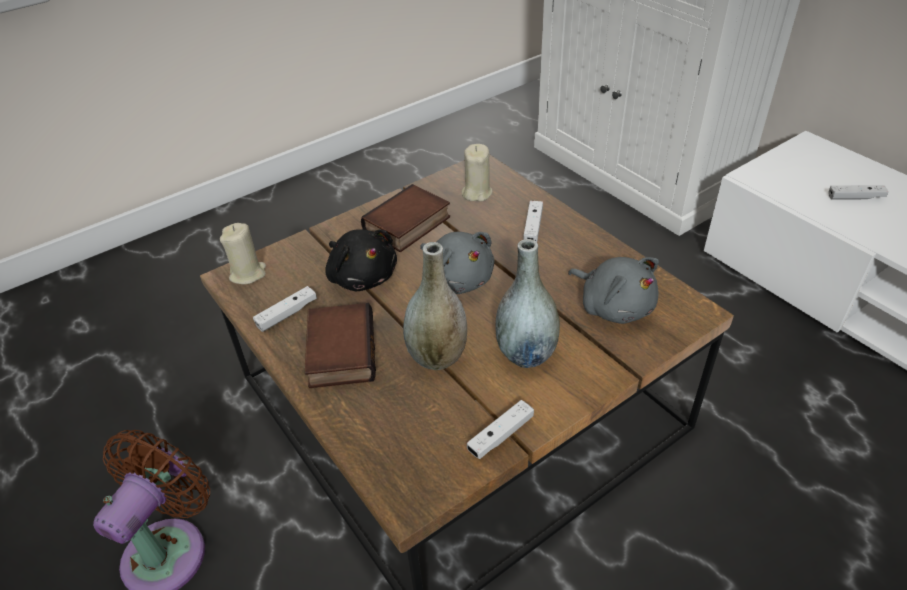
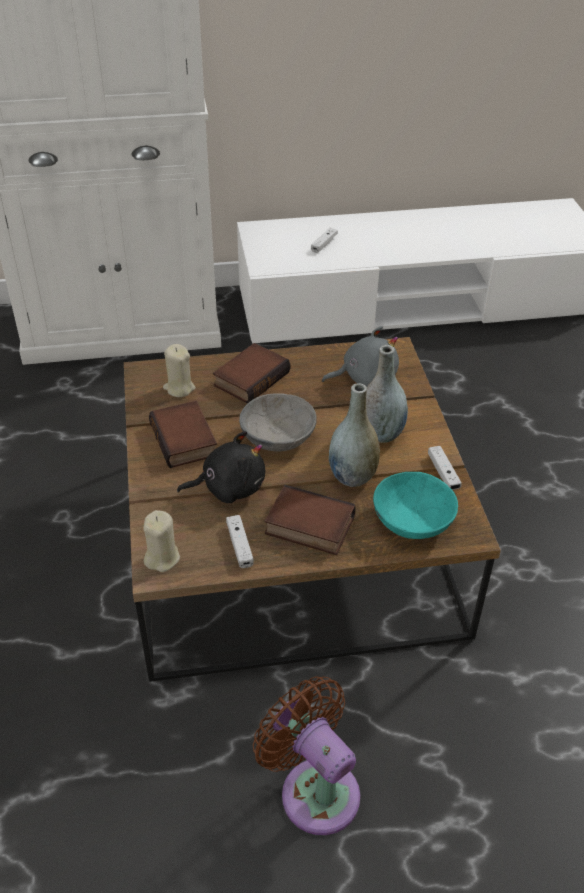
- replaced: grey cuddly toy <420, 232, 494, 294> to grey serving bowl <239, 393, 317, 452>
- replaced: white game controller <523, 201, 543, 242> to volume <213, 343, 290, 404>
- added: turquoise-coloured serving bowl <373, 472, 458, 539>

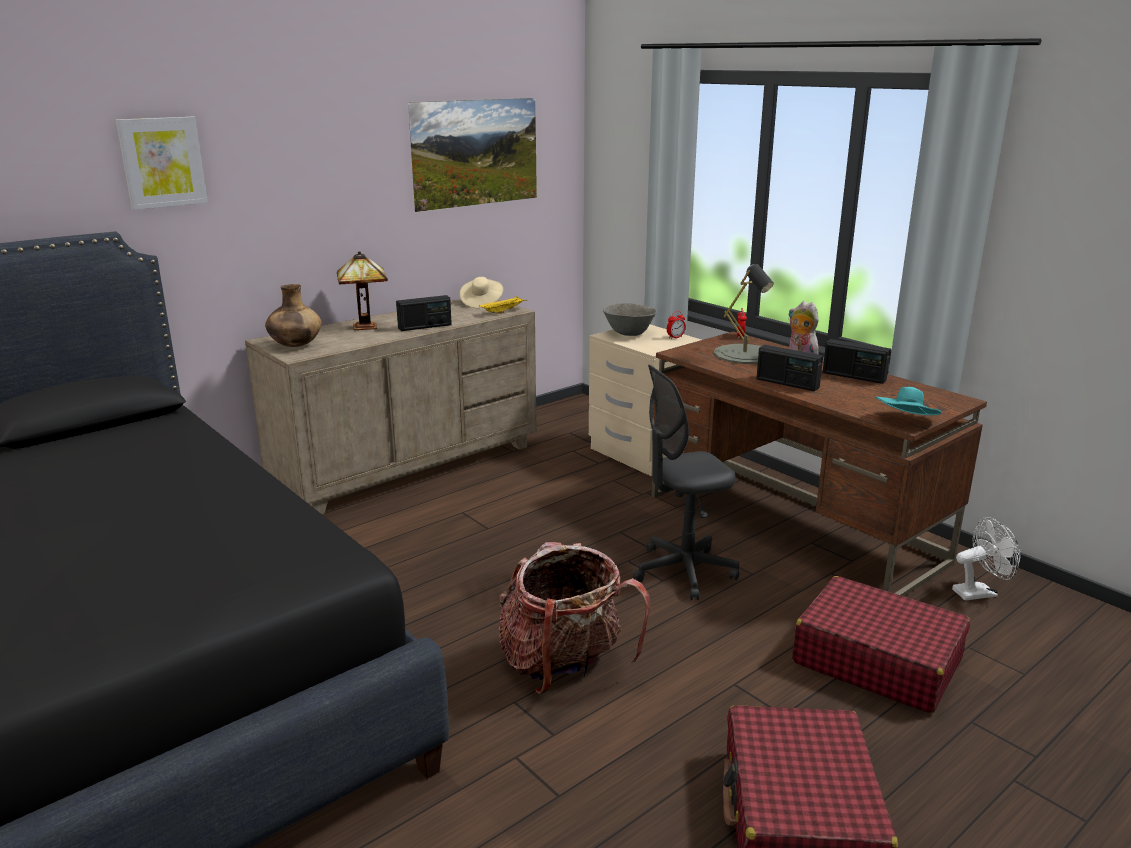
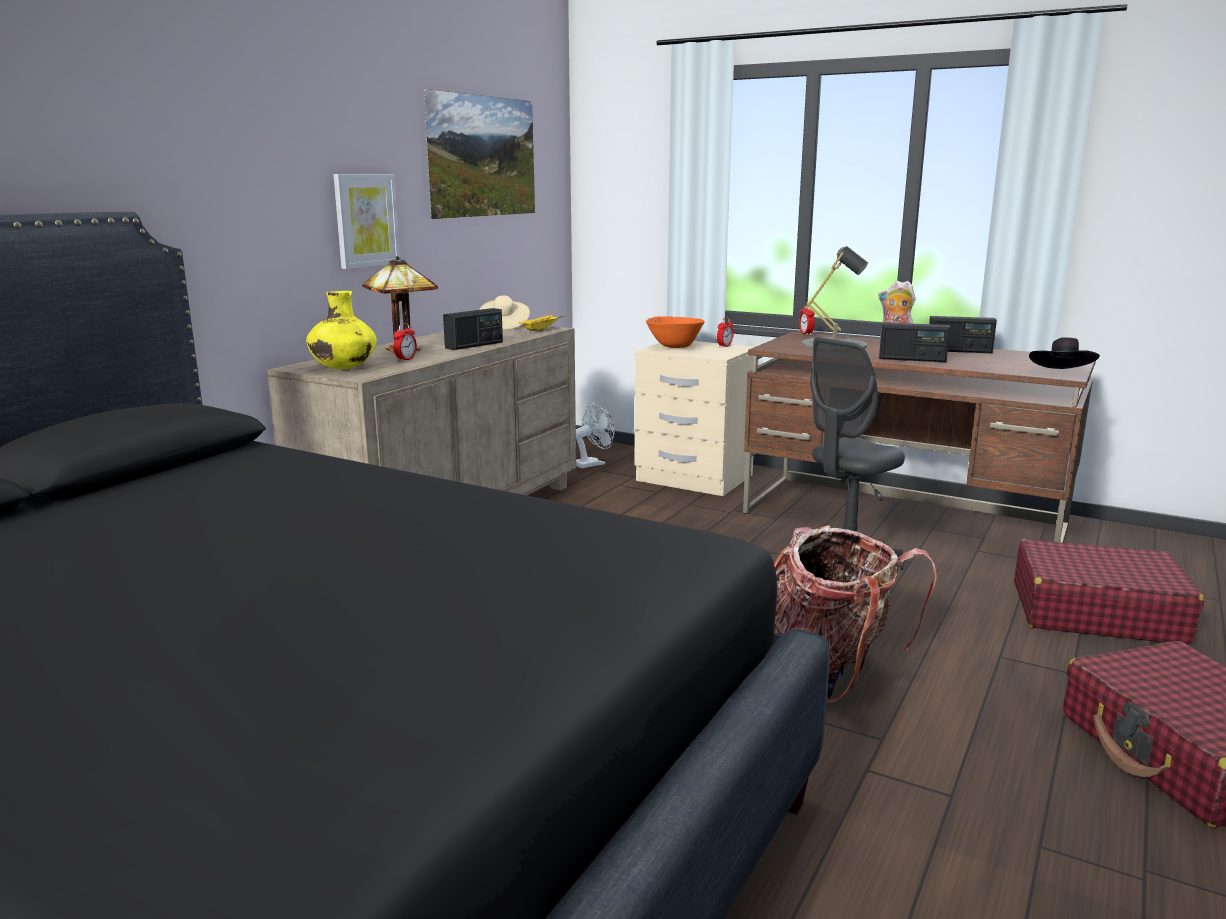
- moved: wall art <116, 117, 208, 210> to <333, 174, 400, 269>
- recoloured: brown flower vase <265, 284, 322, 347> to yellowish flower vase <306, 291, 377, 370>
- recoloured: grey serving bowl <603, 303, 657, 336> to orange-coloured serving bowl <646, 316, 705, 348>
- recoloured: turquoise-coloured wearable hat <876, 387, 941, 415> to black wearable hat <1029, 337, 1100, 369>
- moved: white fan <952, 517, 1020, 601> to <576, 403, 615, 468>
- added: bedside clock <394, 323, 417, 362>

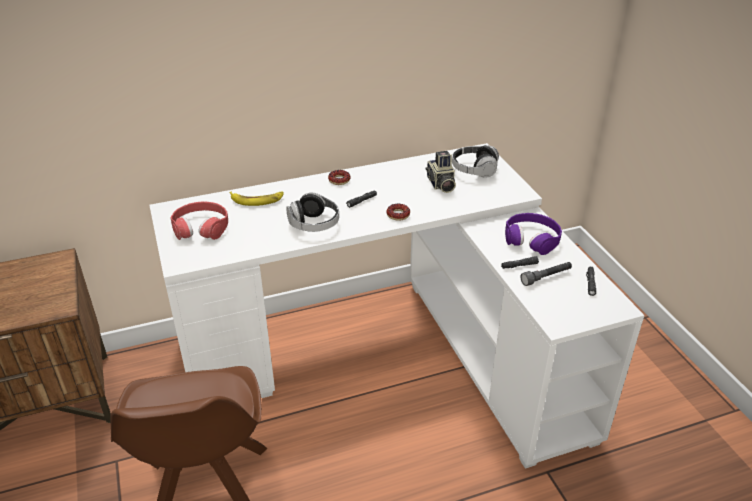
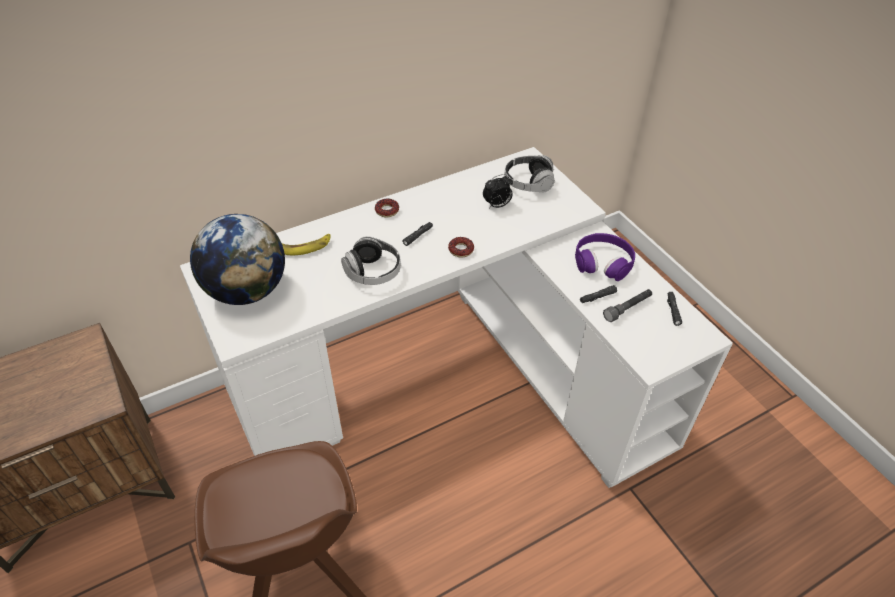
- replaced: red headphones <170, 201, 228, 240> to world globe <190, 214, 285, 305>
- replaced: still camera <426, 151, 456, 193> to bedside clock <483, 174, 513, 209>

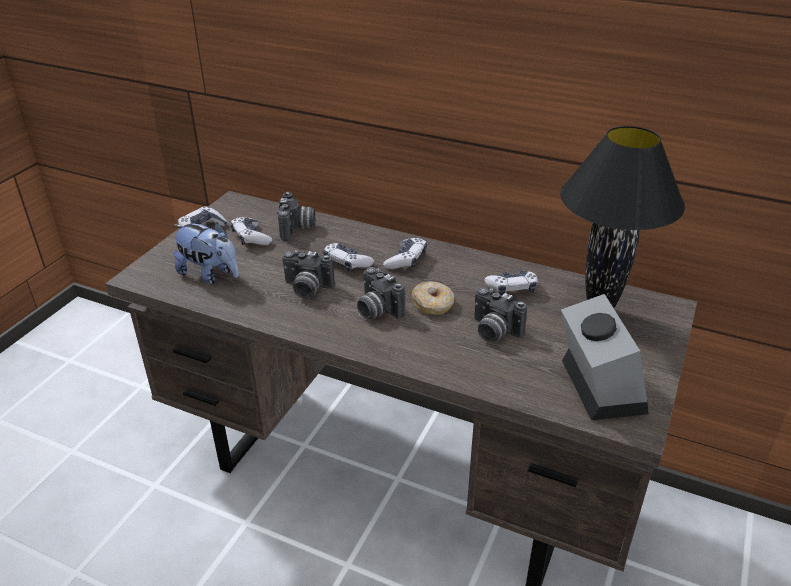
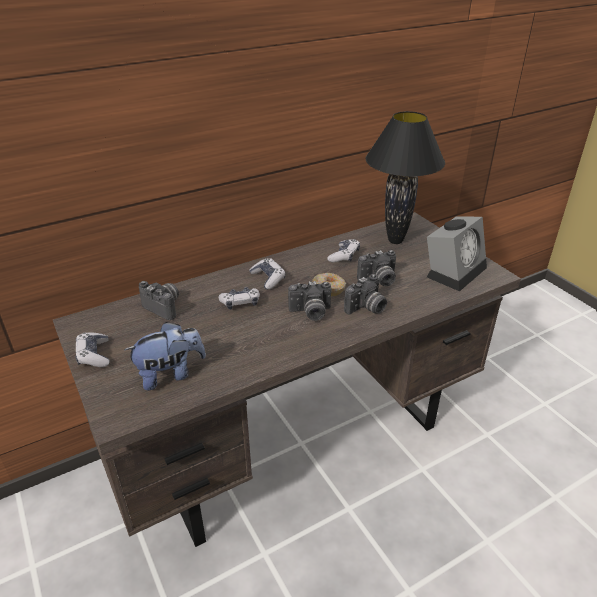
- removed: game controller <231, 217, 272, 245>
- moved: still camera <282, 250, 335, 298> to <344, 274, 387, 315>
- turned: bedside clock <561, 294, 649, 421> = <427, 216, 487, 292> 105 degrees clockwise

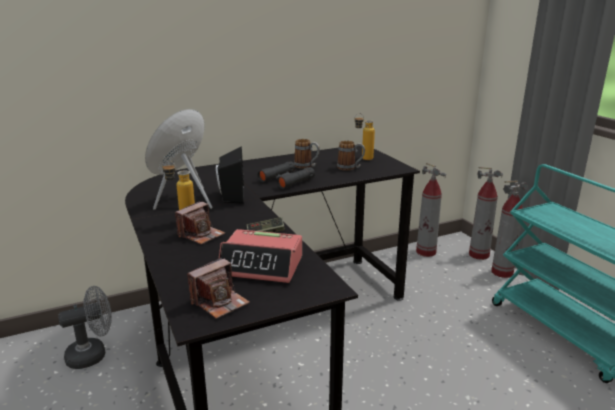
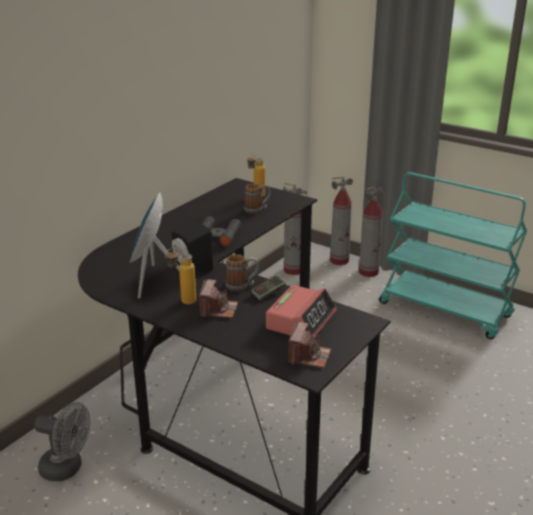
- turned: grey fan <58, 286, 112, 369> = <35, 402, 90, 481> 75 degrees clockwise
- turned: bedside clock <219, 229, 302, 283> = <266, 285, 337, 339> 45 degrees counterclockwise
- moved: coffee mug <294, 139, 320, 169> to <225, 254, 259, 292>

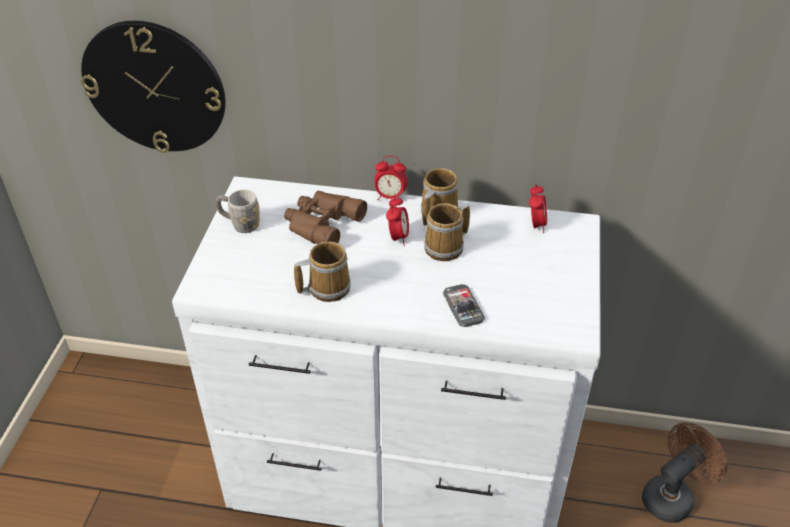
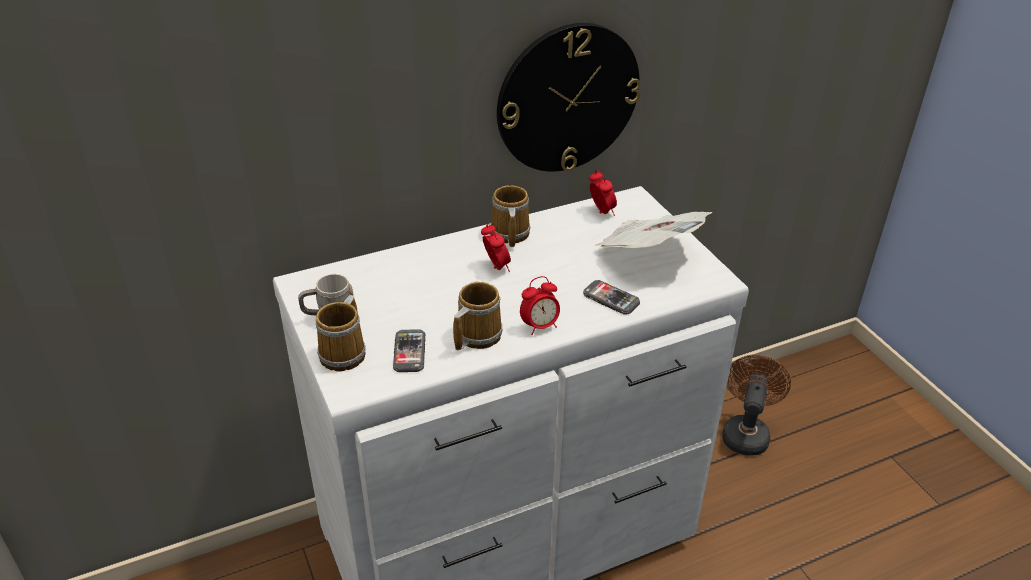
- moved: clock on the wall <81, 21, 226, 153> to <497, 23, 641, 172>
- removed: brown binoculars <284, 191, 367, 244>
- moved: bedside clock <374, 156, 407, 201> to <520, 276, 560, 335>
- moved: coffee mug <424, 203, 470, 261> to <315, 295, 365, 371>
- added: handset <393, 329, 425, 372>
- added: printed paper <595, 212, 712, 248>

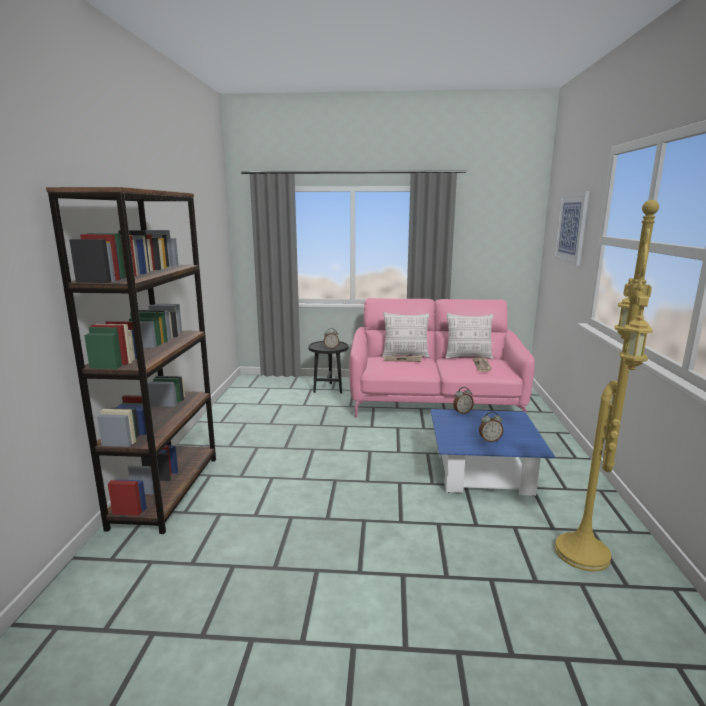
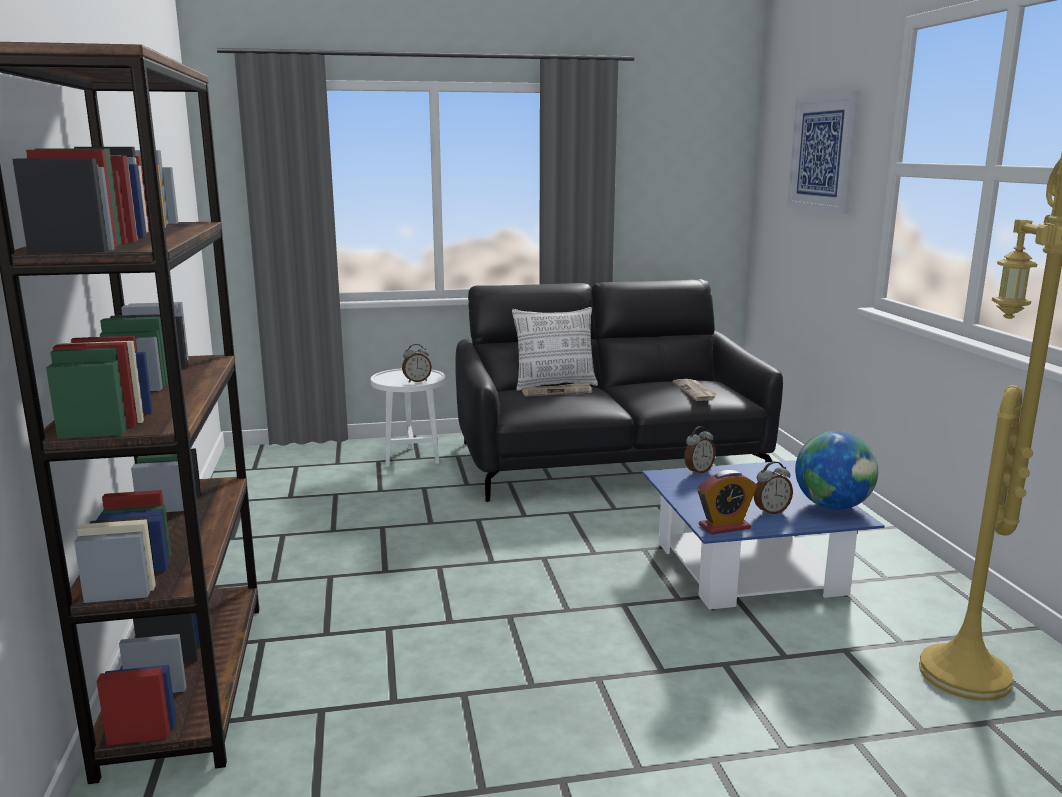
- recoloured: black end table <309, 341, 348, 393> to white end table <371, 368, 445, 467>
- recoloured: pink-coloured settee <349, 298, 535, 417> to black settee <455, 279, 783, 502>
- removed: throw pillow <445, 313, 493, 359>
- added: bedside clock <698, 470, 757, 535>
- added: world globe <795, 431, 878, 510>

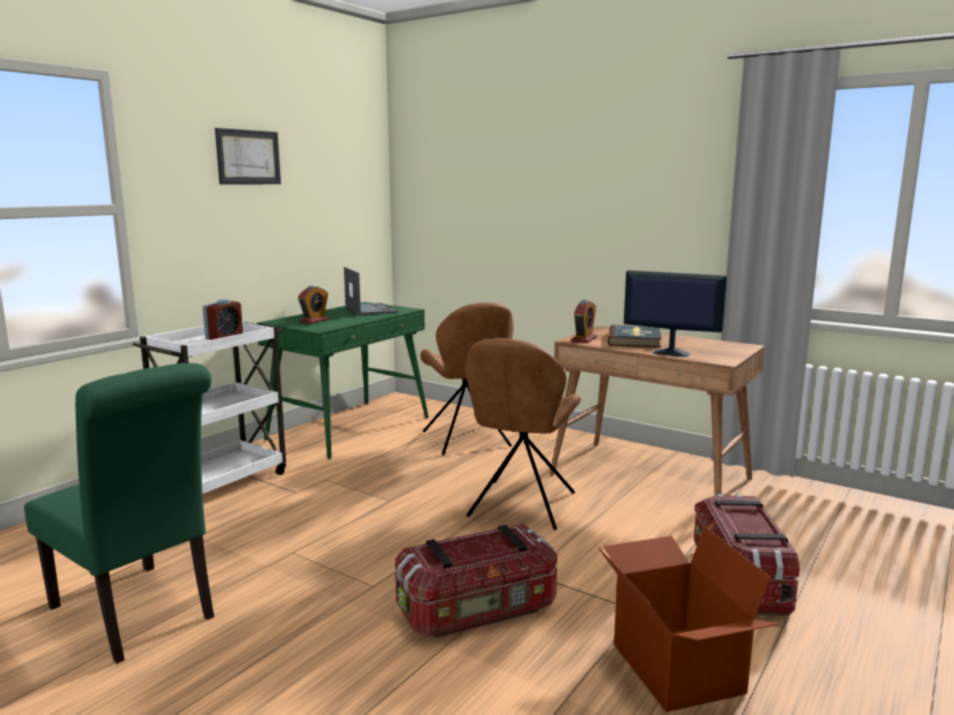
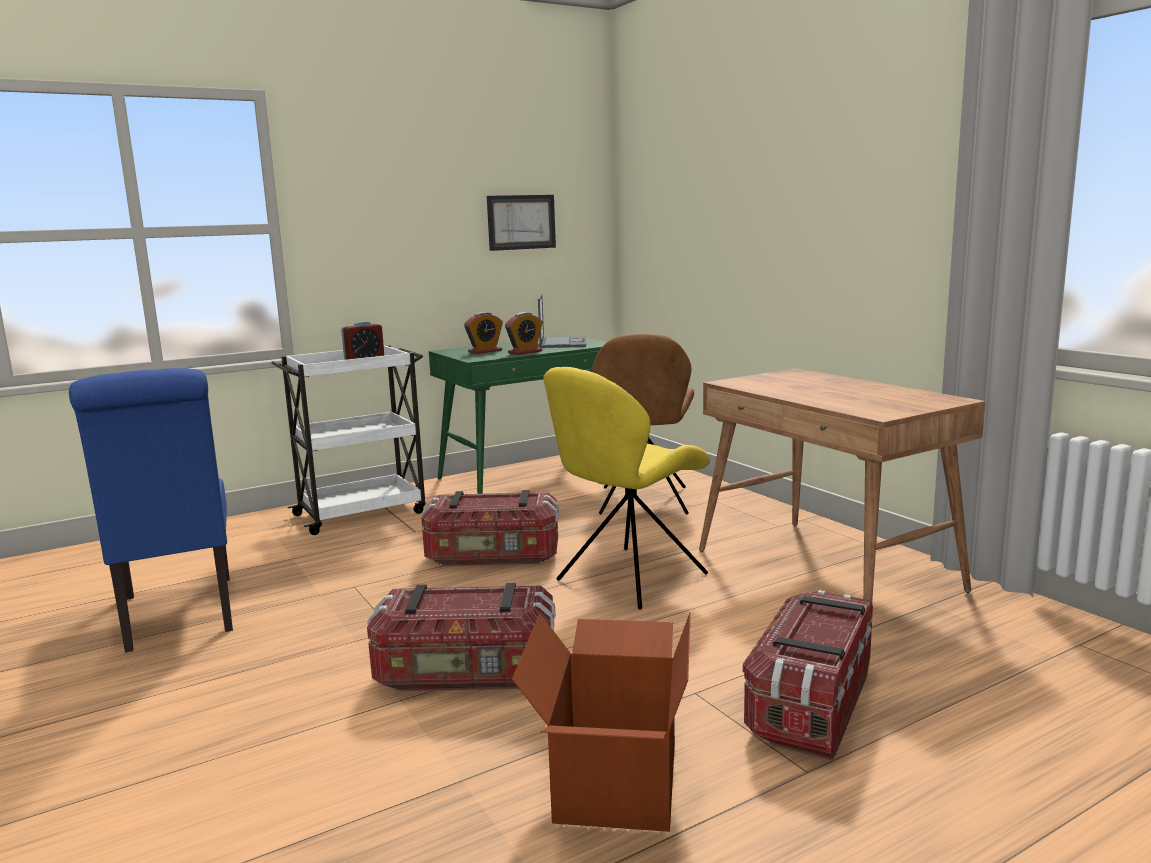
- recoloured: greenish chair <24, 363, 214, 664> to blue chair <69, 368, 233, 653>
- moved: wall art <215, 128, 281, 185> to <487, 195, 556, 251>
- recoloured: brown chair <465, 338, 581, 530> to yellowish chair <544, 367, 710, 610>
- moved: bedside clock <571, 300, 597, 343> to <505, 312, 543, 355>
- removed: volume <608, 325, 662, 348>
- removed: computer display <624, 270, 727, 357>
- added: storage bin <421, 490, 559, 566>

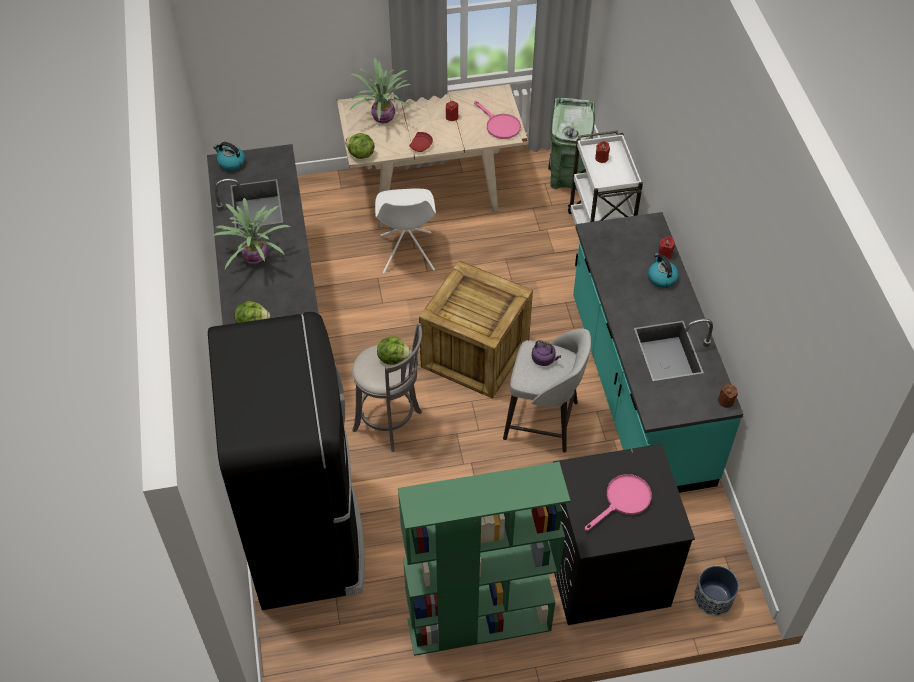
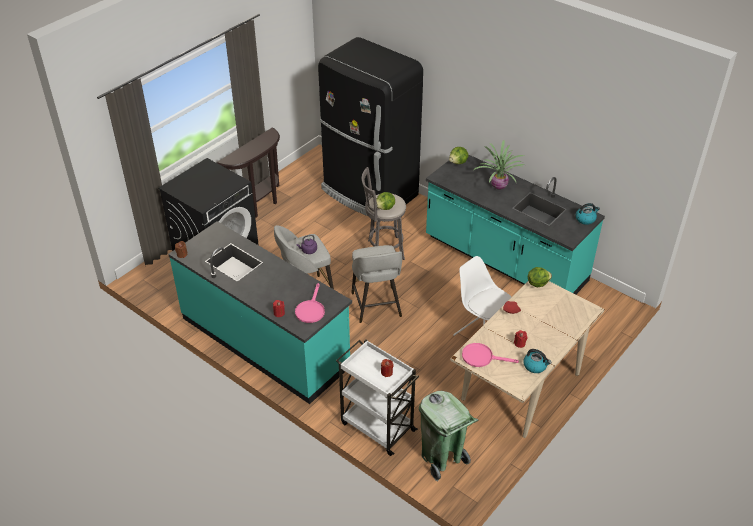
- removed: plant in a pot <350, 58, 411, 123>
- replaced: greenish bookcase <398, 462, 570, 656> to brown hall table <217, 127, 280, 218>
- replaced: packing crate <419, 261, 533, 399> to grey sitting stool <351, 245, 402, 323>
- moved: pink-coloured skillet <585, 474, 652, 531> to <295, 283, 325, 323>
- moved: kettle <648, 253, 679, 288> to <523, 349, 552, 373>
- removed: plant pot <694, 566, 739, 616>

